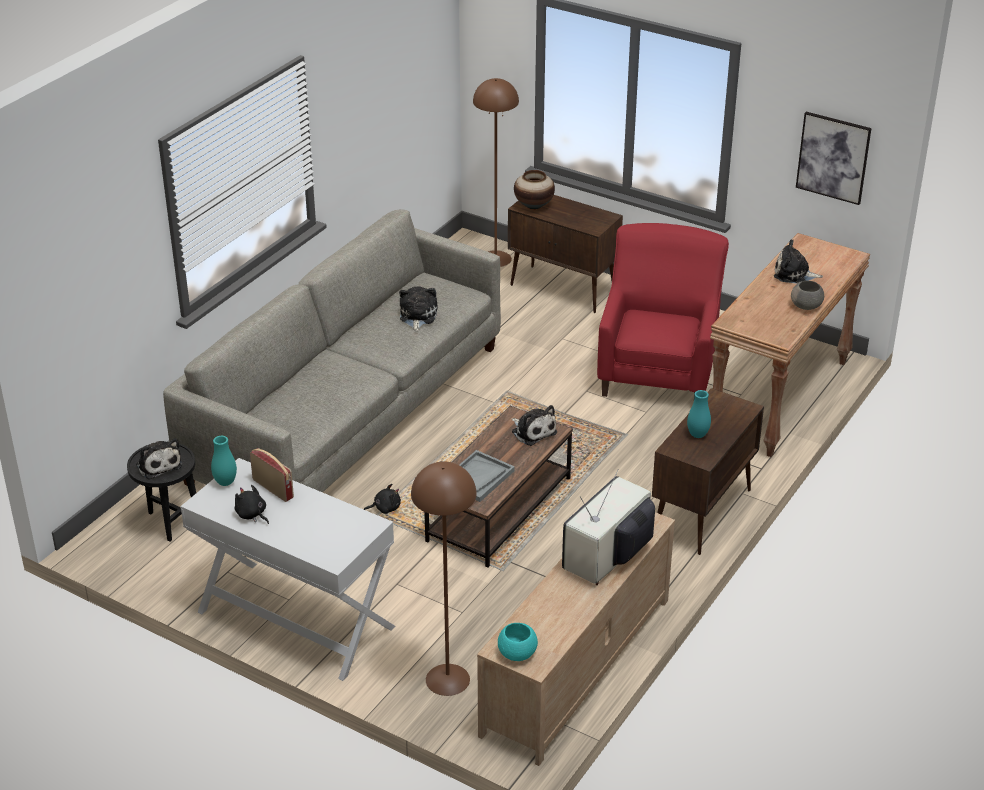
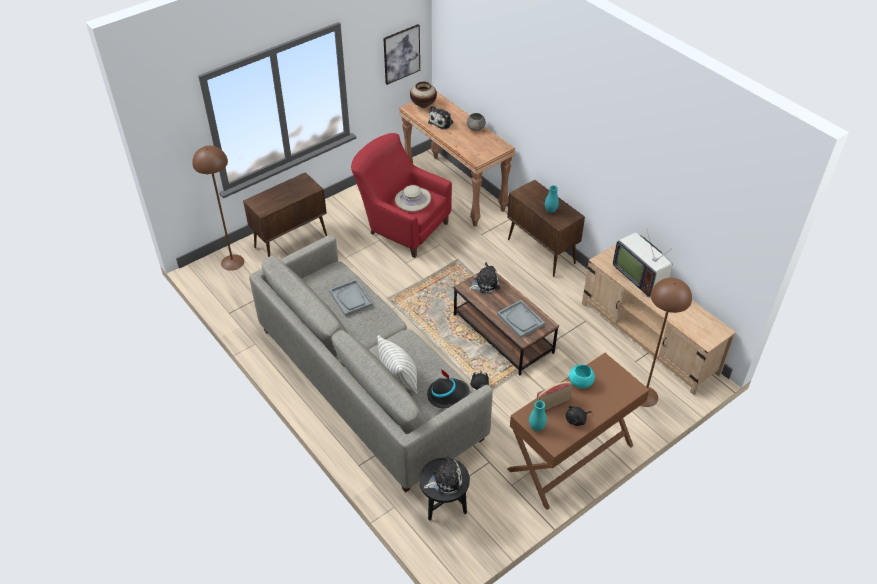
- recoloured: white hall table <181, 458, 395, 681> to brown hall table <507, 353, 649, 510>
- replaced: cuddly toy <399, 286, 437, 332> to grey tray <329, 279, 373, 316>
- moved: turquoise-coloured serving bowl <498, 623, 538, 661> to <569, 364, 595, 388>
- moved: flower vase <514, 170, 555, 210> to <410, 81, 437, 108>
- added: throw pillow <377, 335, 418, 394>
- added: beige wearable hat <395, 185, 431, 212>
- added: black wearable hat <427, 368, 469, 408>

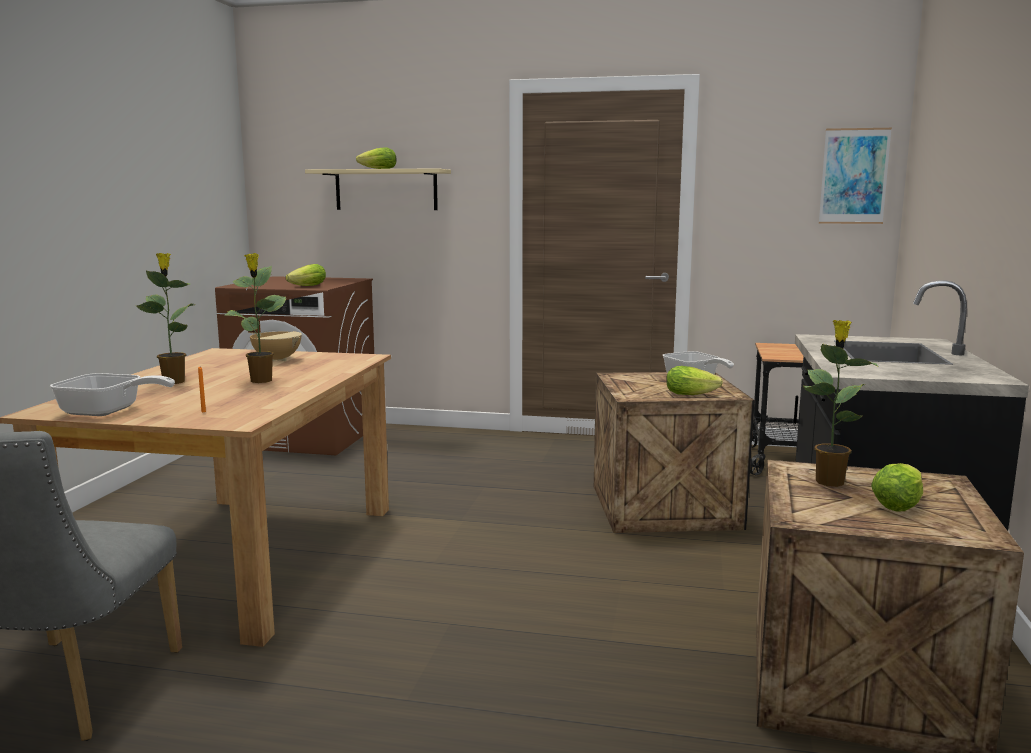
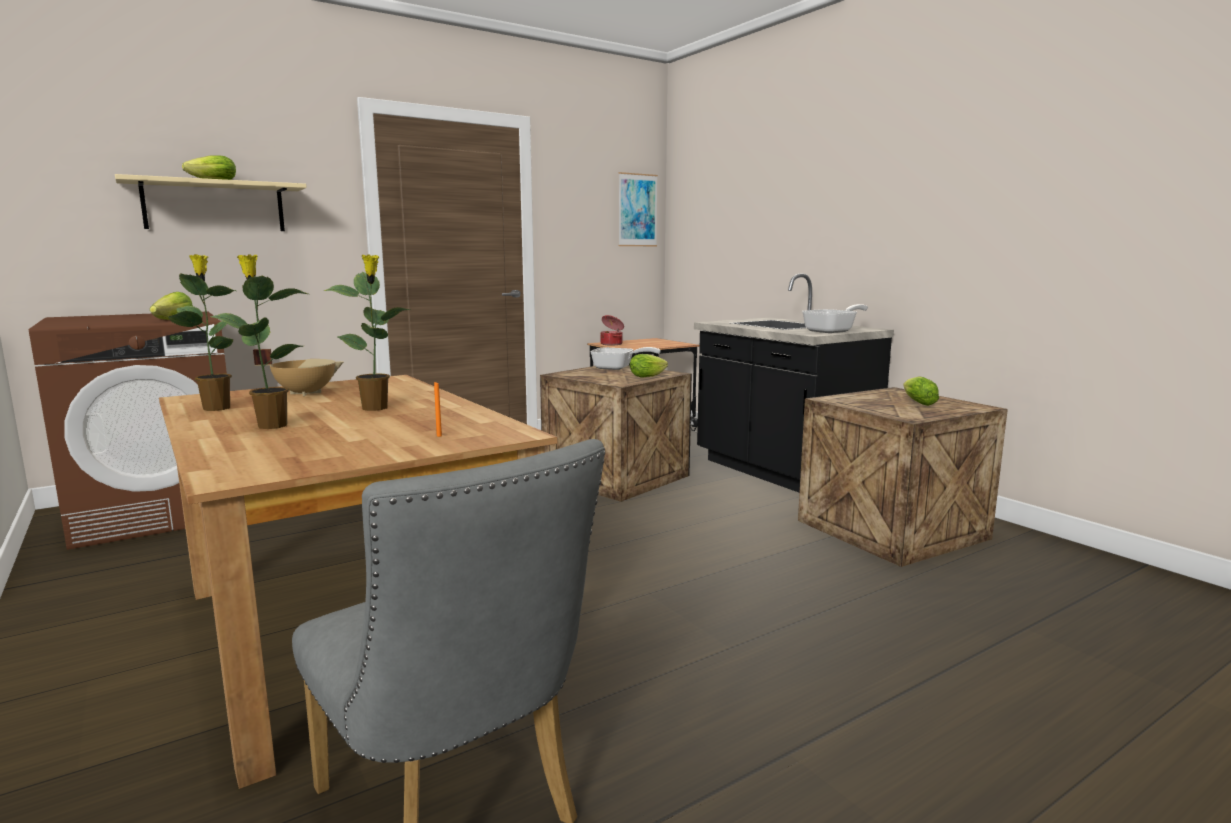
- moved: skillet <50, 373, 175, 416> to <802, 304, 868, 333>
- moved: plant in a pot <803, 320, 879, 487> to <167, 254, 236, 411>
- added: saucepot <600, 315, 624, 346>

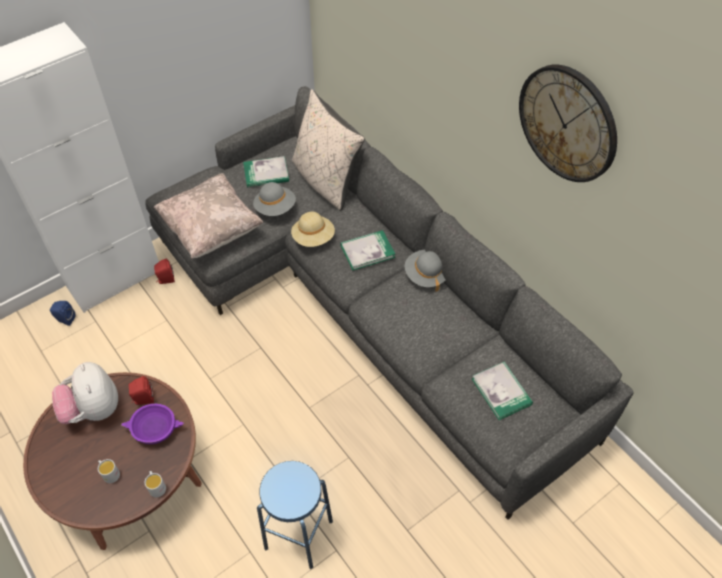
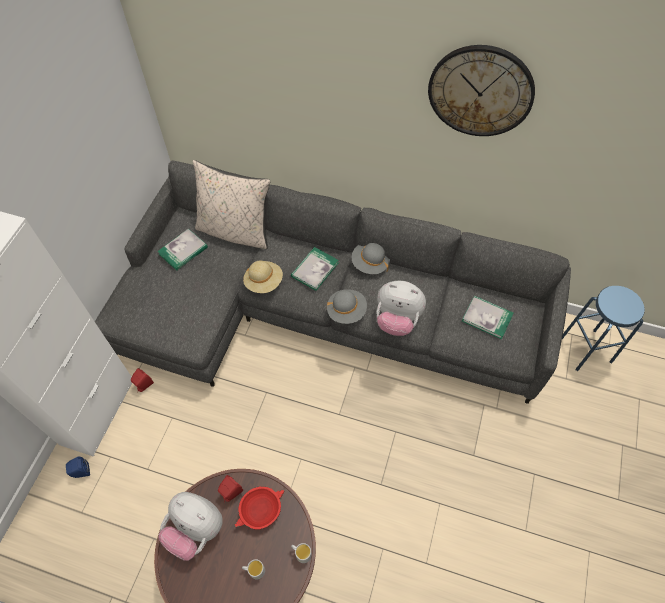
- recoloured: purple-coloured serving bowl <121, 403, 184, 444> to red serving bowl <234, 486, 284, 529>
- removed: beige throw pillow <154, 173, 263, 258>
- moved: grey wearable hat <253, 182, 296, 216> to <327, 289, 367, 324>
- moved: blue sitting stool <257, 461, 333, 569> to <562, 286, 645, 371>
- added: cuddly toy <377, 281, 426, 336>

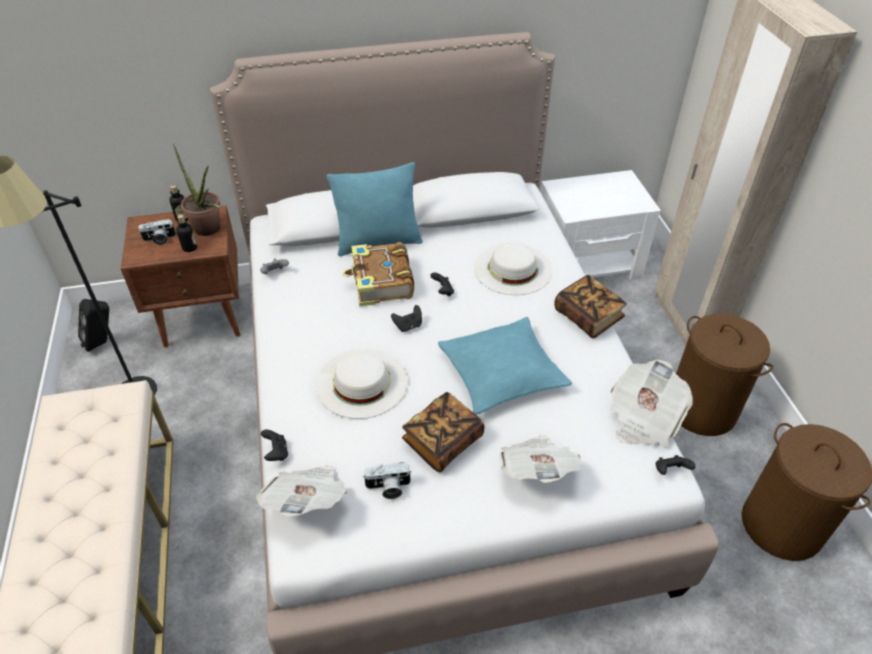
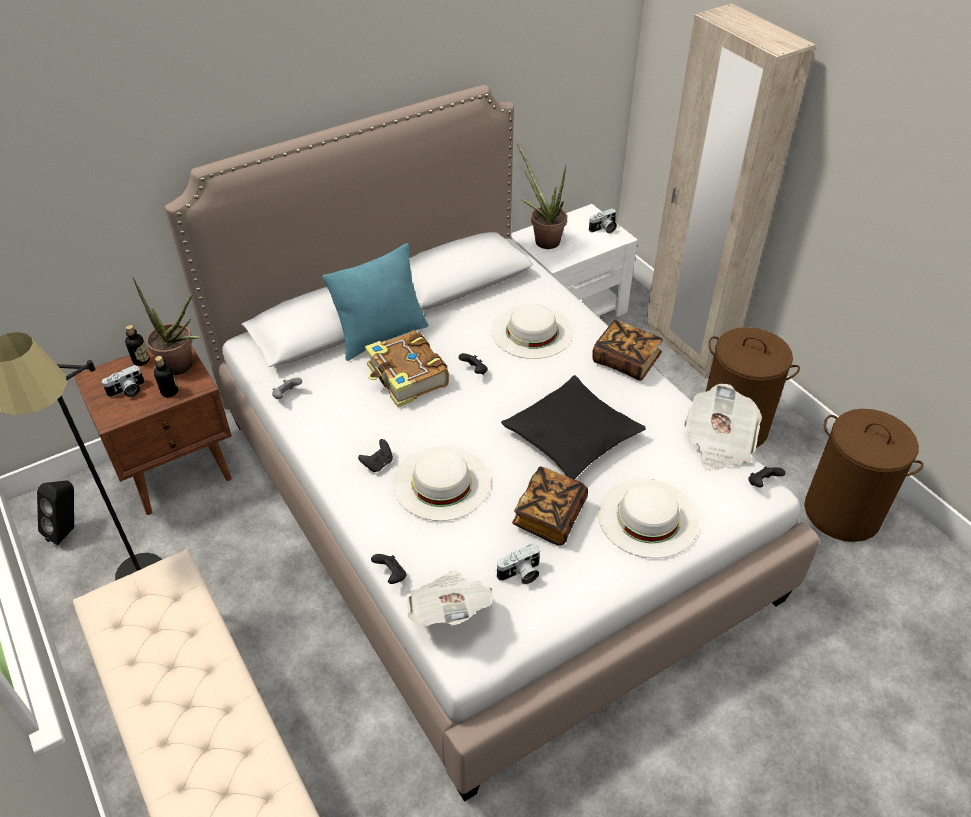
- moved: black game controller <391, 305, 422, 332> to <358, 439, 393, 472>
- recoloured: turquoise-coloured throw pillow <438, 317, 572, 415> to black throw pillow <501, 375, 646, 479>
- replaced: printed paper <500, 435, 581, 483> to white wearable hat <598, 479, 699, 558>
- added: plant in a pot <517, 144, 567, 249>
- added: still camera <589, 208, 617, 233>

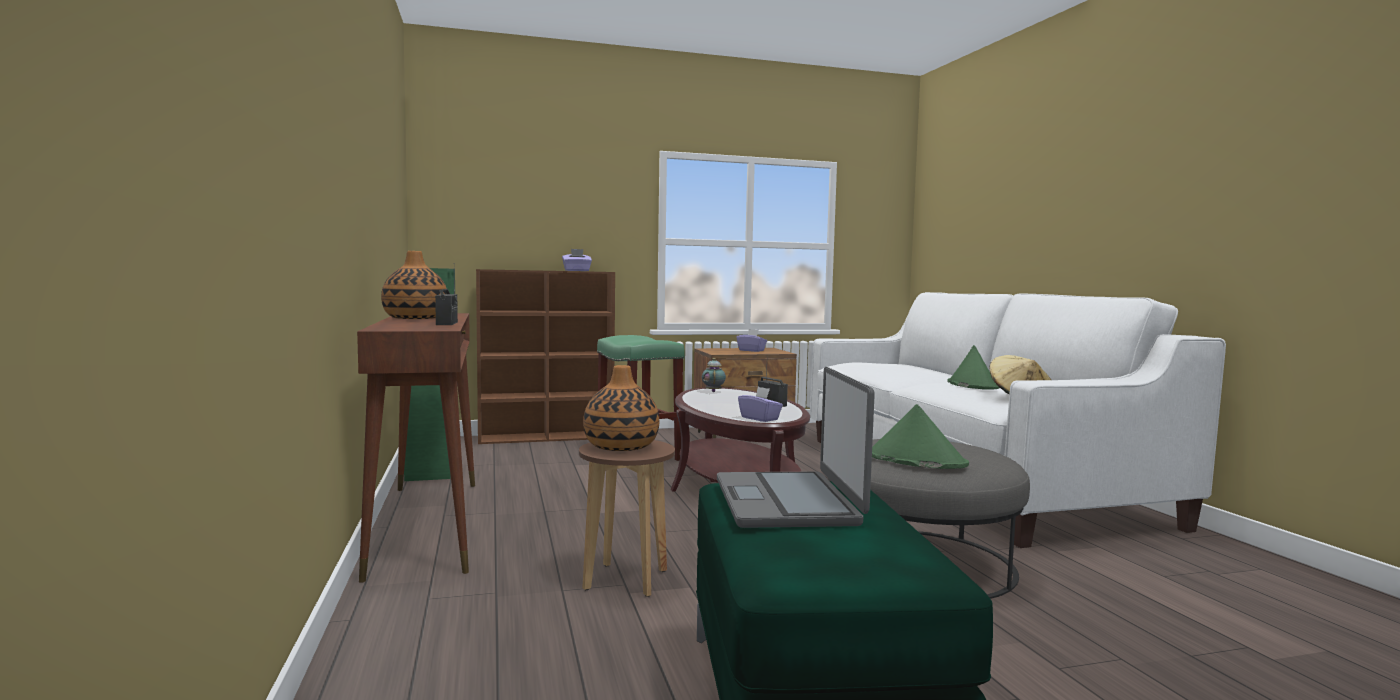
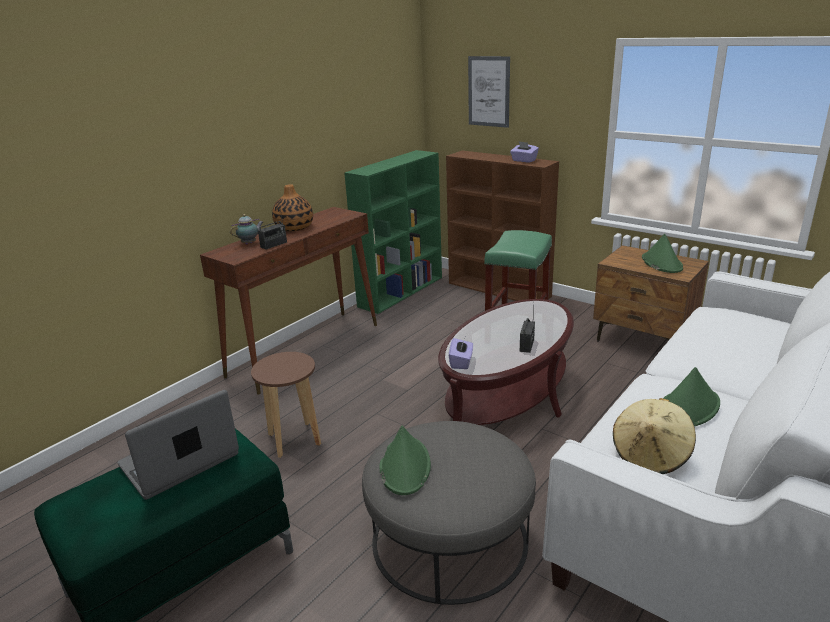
- removed: flower vase <583, 365, 659, 451>
- moved: tea pot <702, 358, 726, 392> to <230, 214, 263, 244>
- replaced: purple-coloured tissue box <736, 329, 767, 352> to greenish wearable hat <642, 234, 683, 273>
- added: wall art <468, 56, 510, 128>

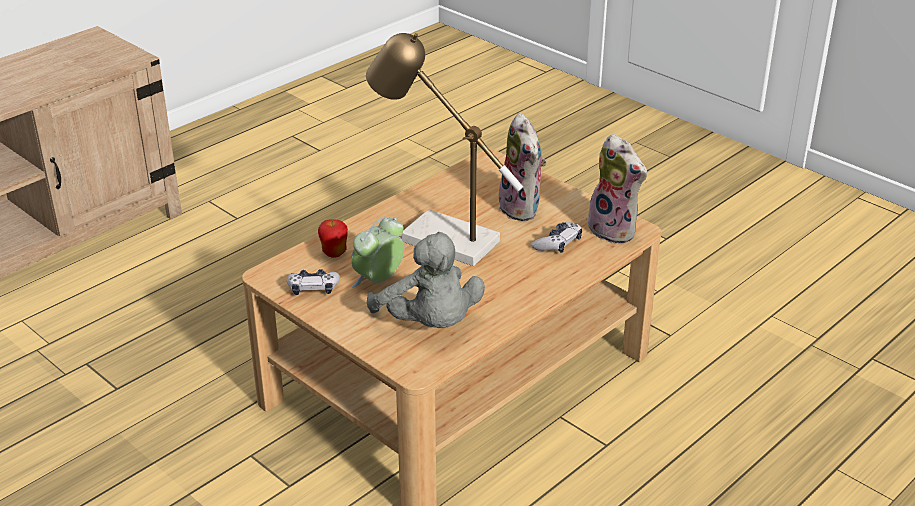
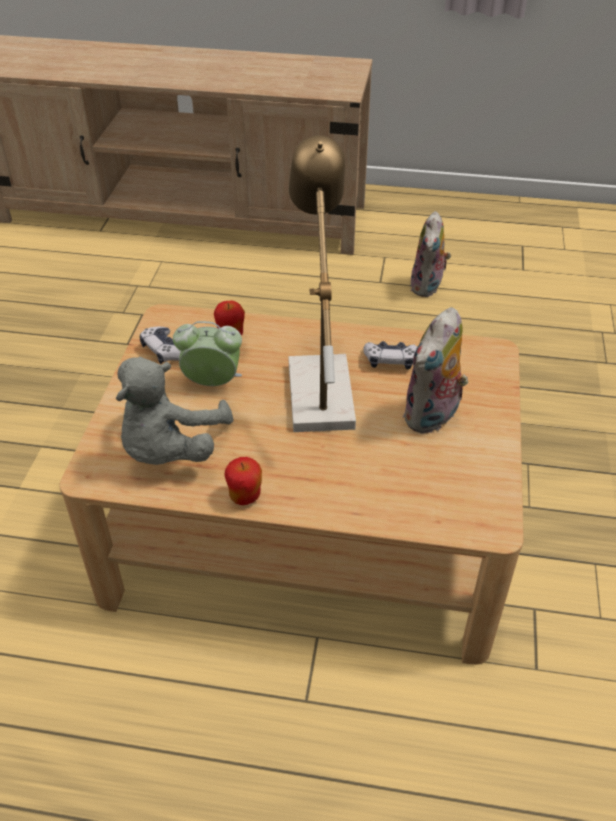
- moved: game controller <532, 222, 582, 253> to <364, 341, 417, 369>
- moved: cuddly toy <588, 134, 647, 244> to <410, 211, 451, 297>
- added: whole apple <224, 457, 262, 505>

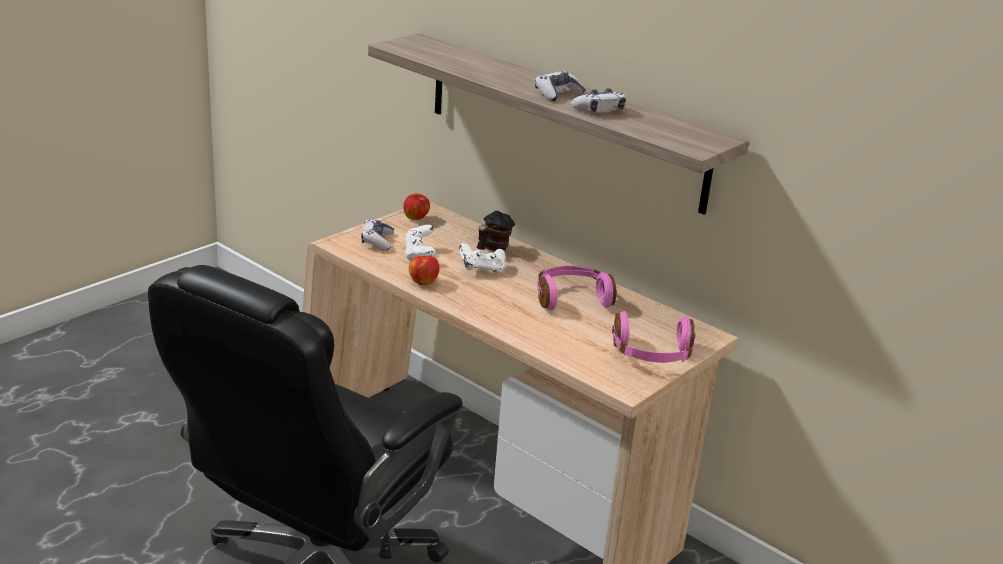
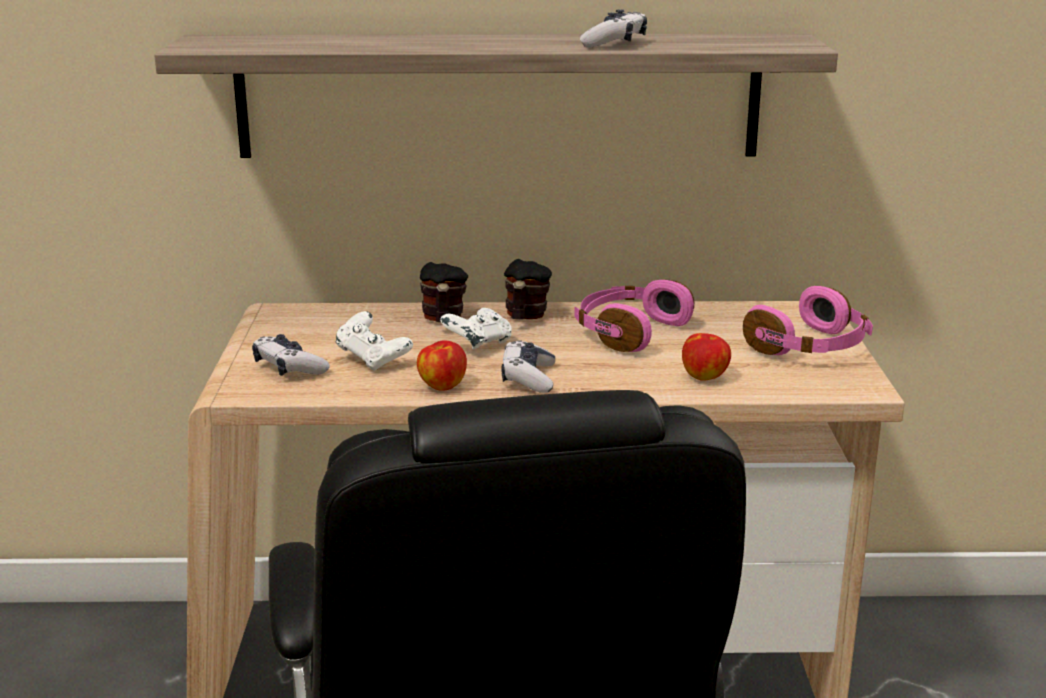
- moved: whole apple <403, 193, 430, 220> to <682, 333, 731, 381>
- moved: game controller <535, 71, 586, 101> to <501, 340, 555, 393>
- added: coffee mug <504, 259, 552, 319>

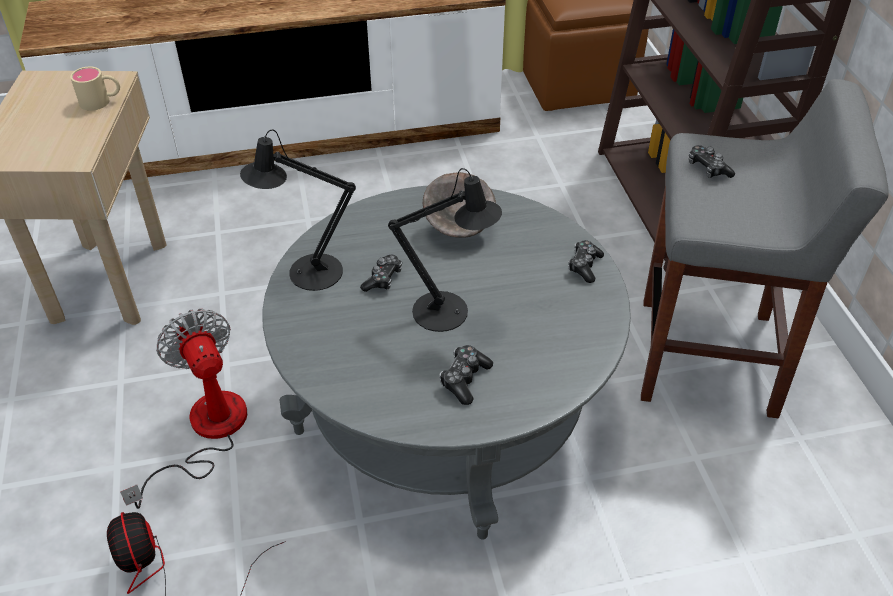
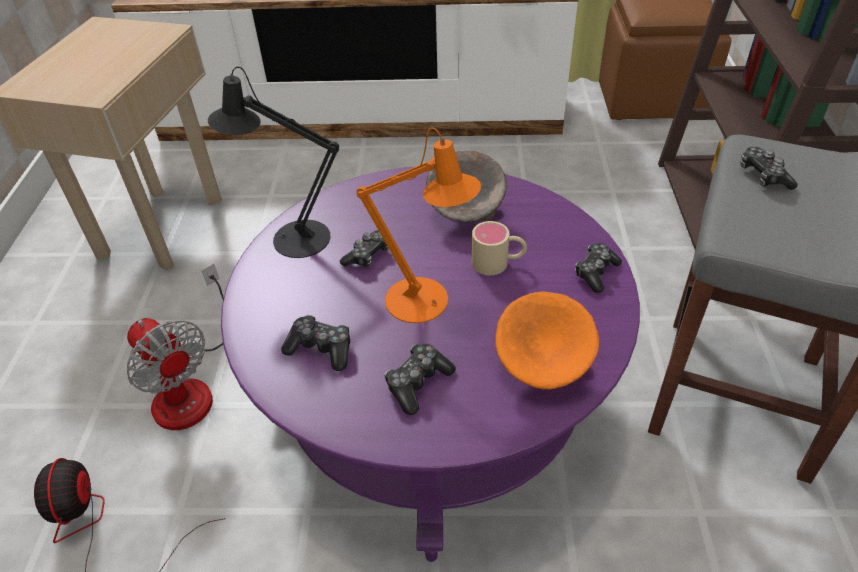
- moved: beige coffee mug <70, 67, 120, 111> to <472, 221, 527, 275>
- turned: fan <120, 309, 247, 509> = <127, 264, 224, 430> 150 degrees clockwise
- recoloured: grey coffee table <262, 186, 631, 540> to purple-coloured coffee table <221, 167, 640, 562>
- recoloured: black lamp for a table <388, 168, 502, 332> to orange-coloured lamp for a table <357, 128, 481, 323>
- added: game controller <281, 315, 350, 371>
- added: orange-coloured serving bowl <495, 291, 599, 389>

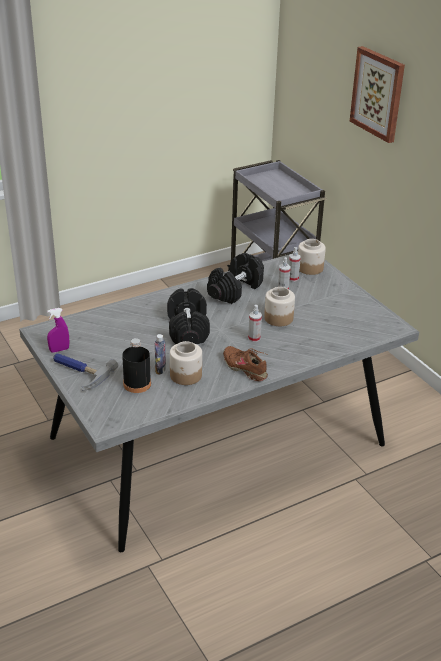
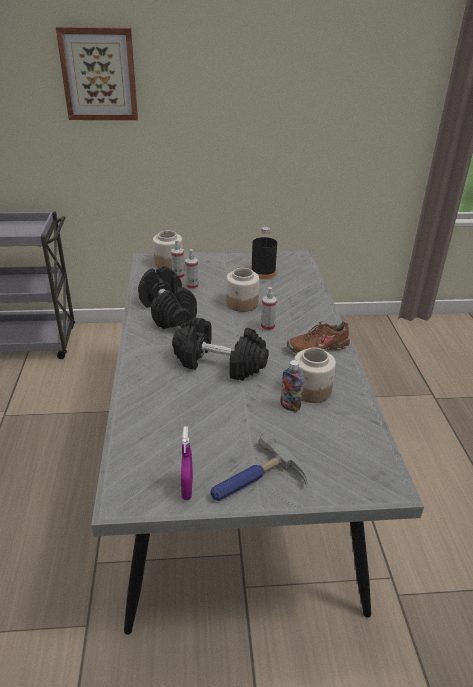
- moved: black beverage bottle <122, 338, 151, 393> to <251, 227, 277, 279>

